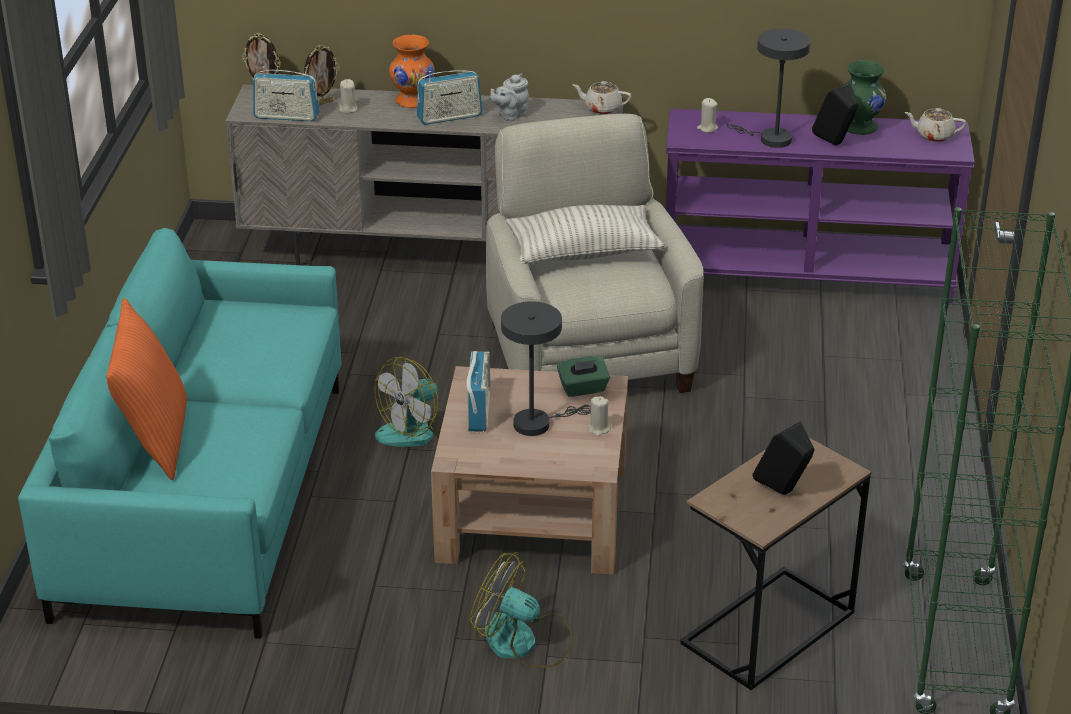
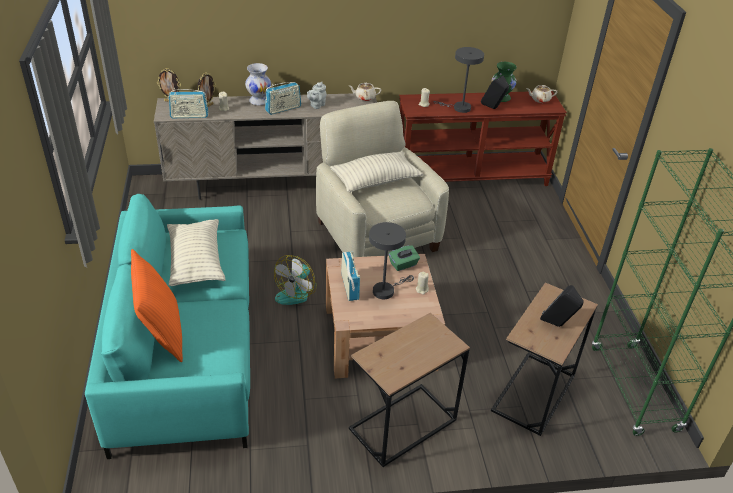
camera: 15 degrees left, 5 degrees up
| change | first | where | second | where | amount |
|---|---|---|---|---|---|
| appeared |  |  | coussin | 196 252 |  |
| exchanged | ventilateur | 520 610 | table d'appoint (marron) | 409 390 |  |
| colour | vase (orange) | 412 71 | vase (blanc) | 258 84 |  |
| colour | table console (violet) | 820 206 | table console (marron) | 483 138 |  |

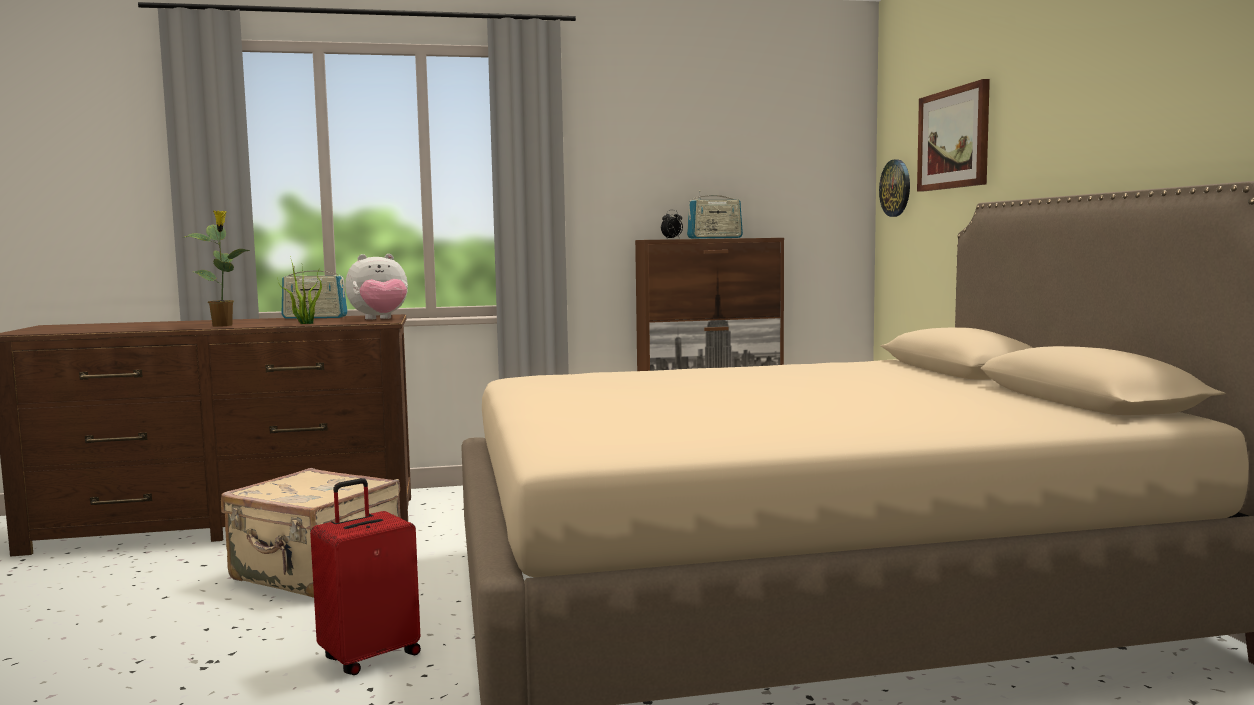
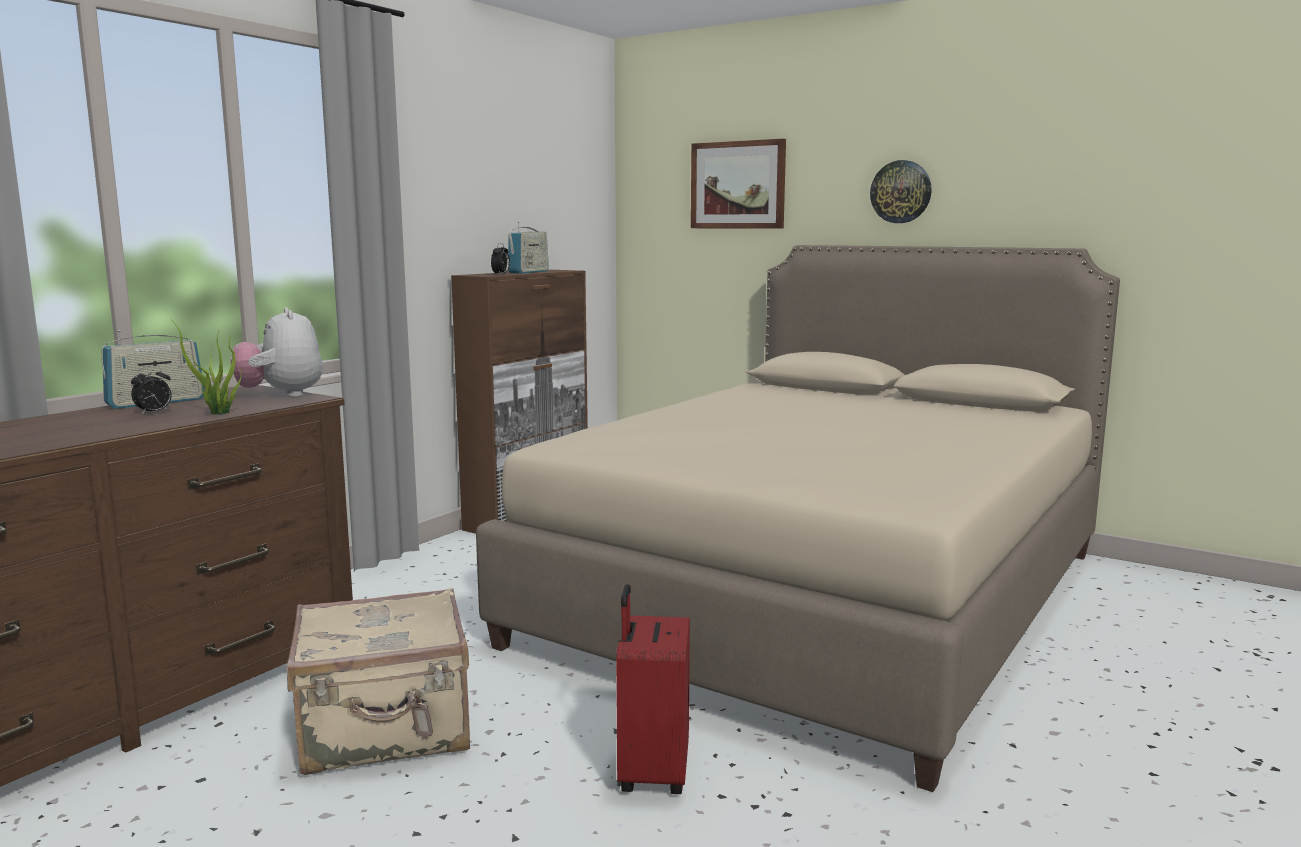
camera: 45 degrees left, 5 degrees up
| change | first | where | second | where | amount |
|---|---|---|---|---|---|
| missing | plante en pot | 217 268 |  |  |  |
| appeared |  |  | réveil | 151 390 |  |
| relocated | horloge murale | 894 188 |  | 901 191 |  |
| spun | peluche | 376 287 |  | 277 352 | 135 degrees clockwise |

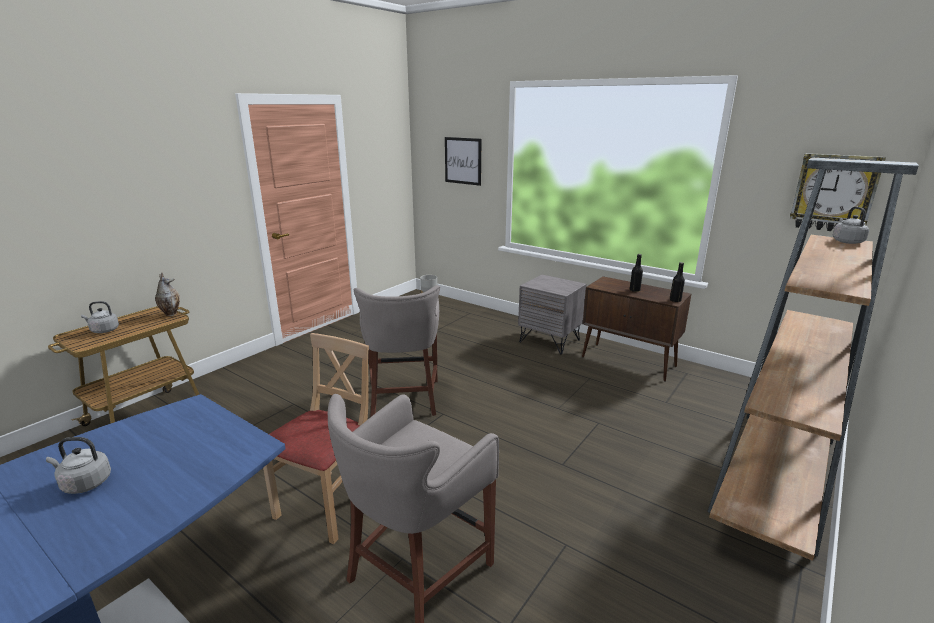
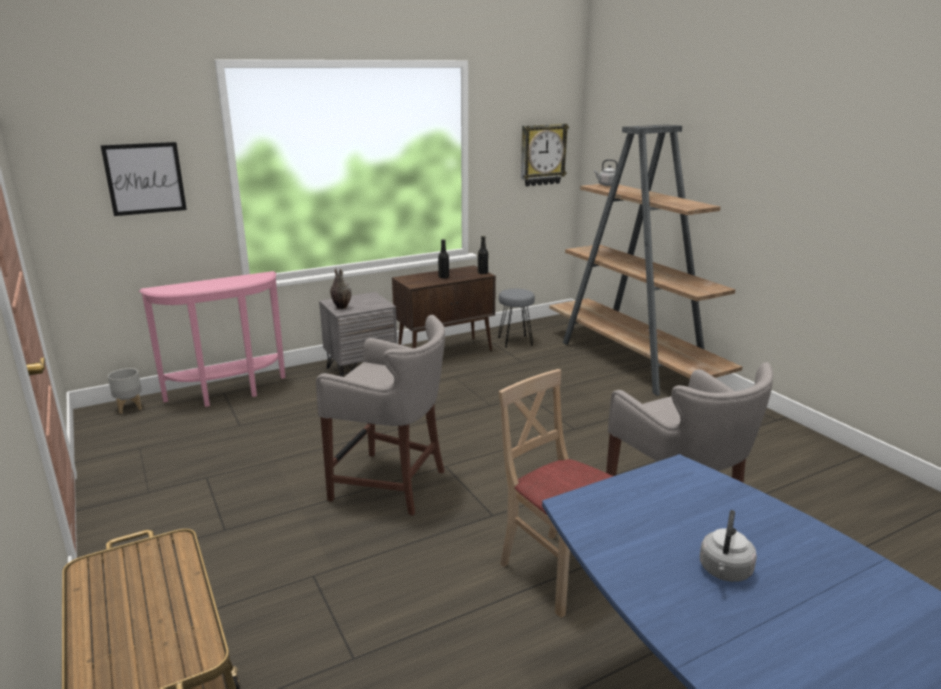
camera: 65 degrees left, 0 degrees up
| change | first | where | second | where | amount |
|---|---|---|---|---|---|
| missing | bouilloire (gris) | 100 317 |  |  |  |
| appeared |  |  | table console (rose) | 212 339 |  |
| appeared |  |  | tabouret (gris) | 516 318 |  |
| relocated | vase | 167 294 |  | 341 288 |  |

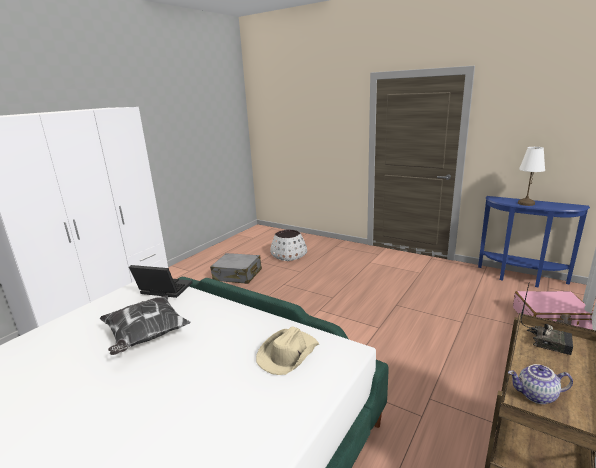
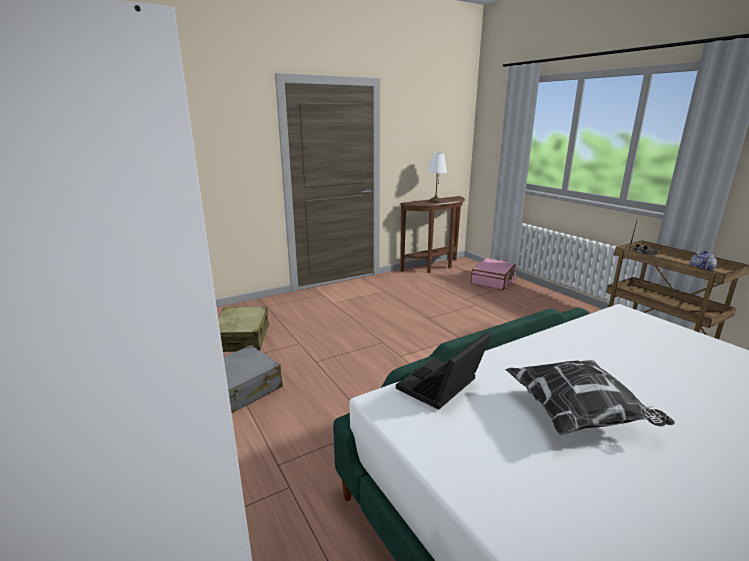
camera: 65 degrees left, 0 degrees up
| change | first | where | second | where | amount |
|---|---|---|---|---|---|
| missing | chapeau (beige) | 287 350 |  |  |  |
| exchanged | cache-pot (blanc) | 288 245 | valise (beige) | 243 329 |  |
| colour | table console (bleu) | 534 242 | table console (marron) | 432 234 |  |

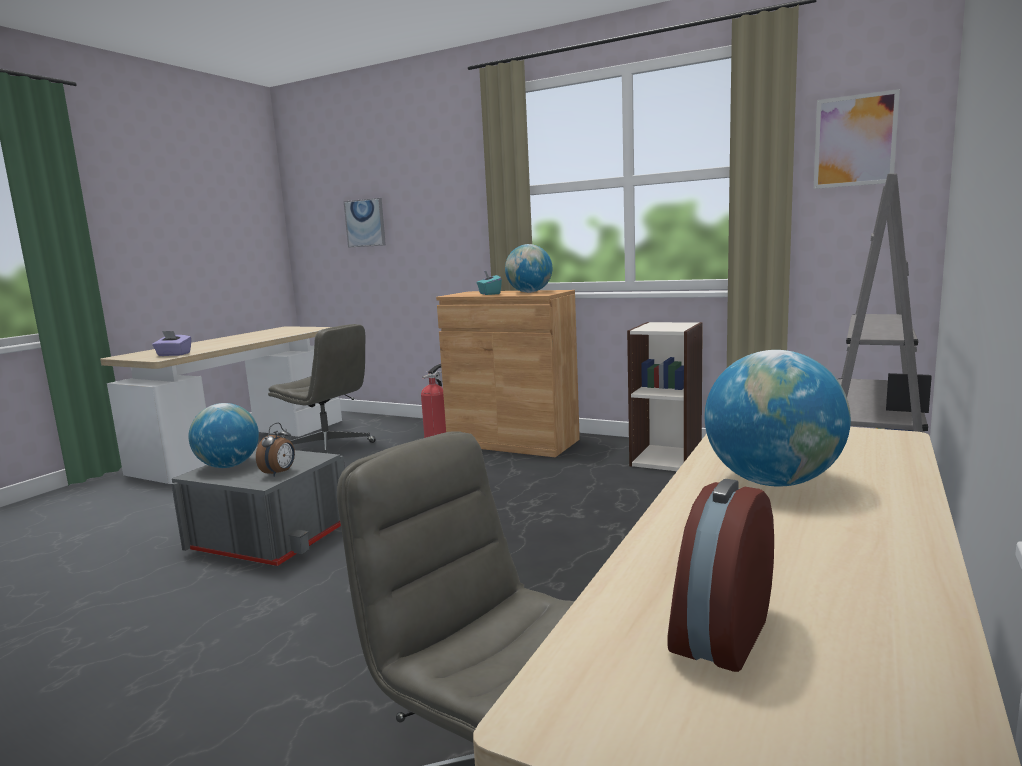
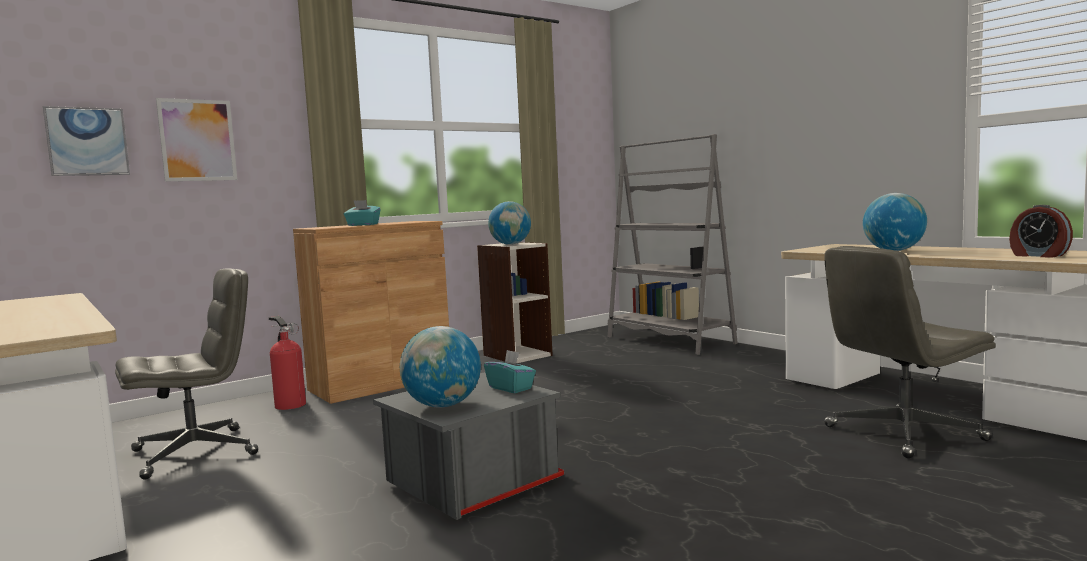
camera: 65 degrees left, 5 degrees down
| change | first | where | second | where | amount |
|---|---|---|---|---|---|
| missing | boîte à mouchoirs (violet) | 172 343 |  |  |  |
| relocated | globe | 528 268 |  | 509 223 |  |
| relocated | tableau | 857 139 |  | 196 140 |  |
| exchanged | réveil | 275 450 | boîte à mouchoirs (turquoise) | 510 371 |  |

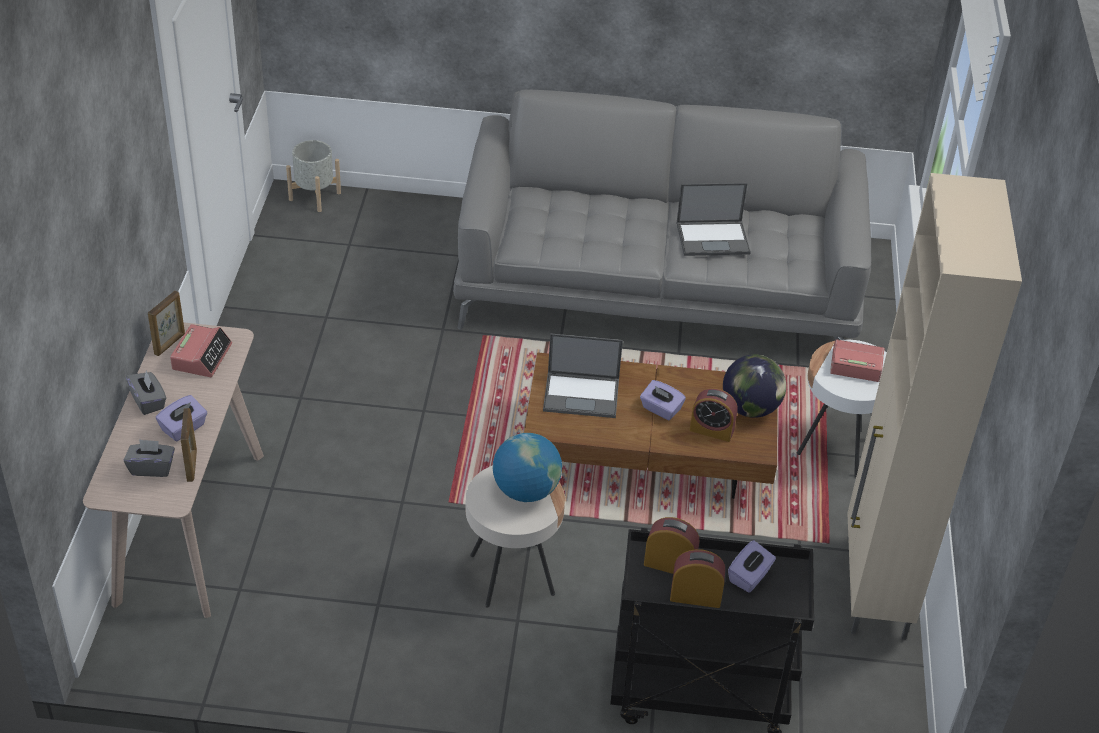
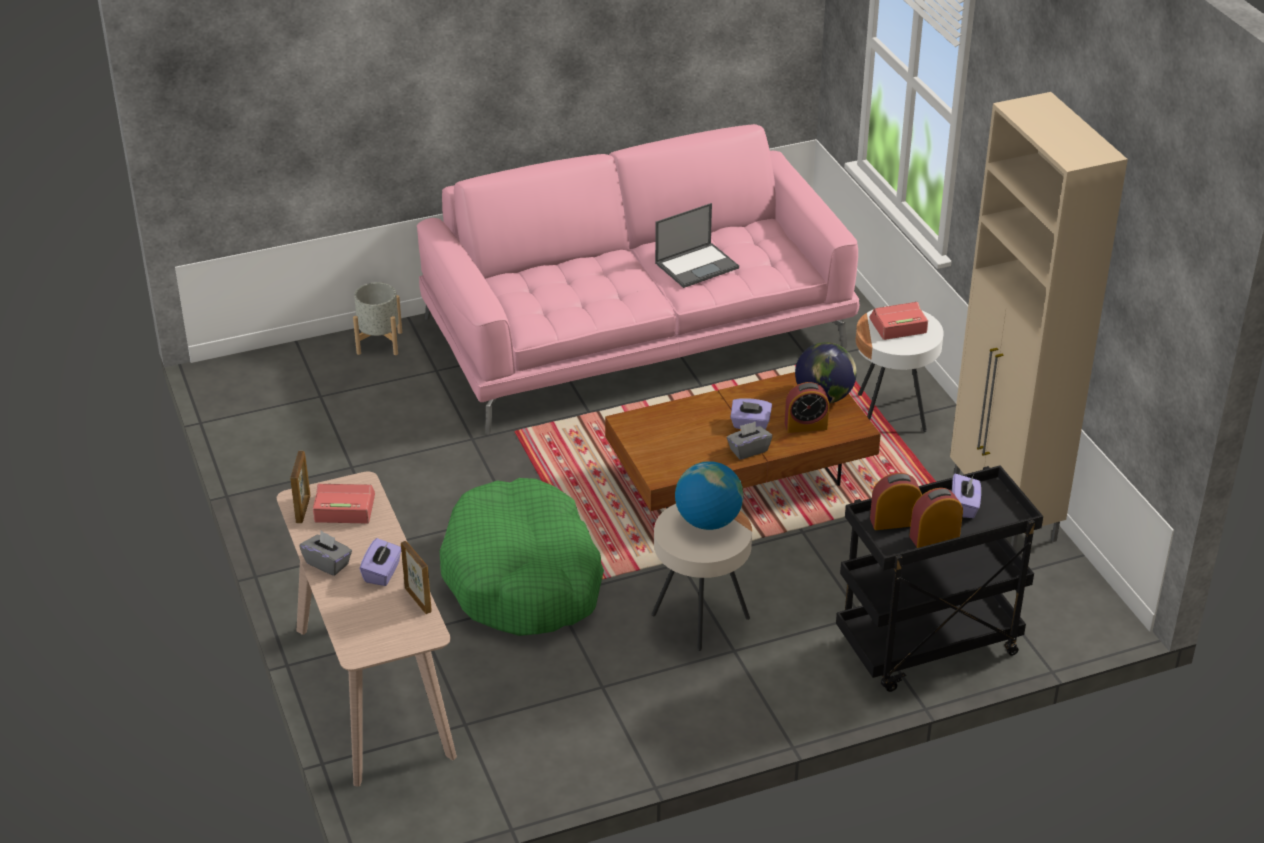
camera: 25 degrees left, 5 degrees down
| change | first | where | second | where | amount |
|---|---|---|---|---|---|
| missing | ordinateur portable | 583 375 |  |  |  |
| appeared |  |  | panier pour chien (vert) | 522 557 |  |
| relocated | boîte à mouchoirs (gris) | 149 458 |  | 749 441 |  |
| relocated | cache-pot (gris) | 313 176 |  | 377 318 |  |
| colour | canapé (gris) | 662 214 | canapé (rose) | 638 279 |  |
| spun | réveil | 201 350 |  | 344 503 | 75 degrees counterclockwise |

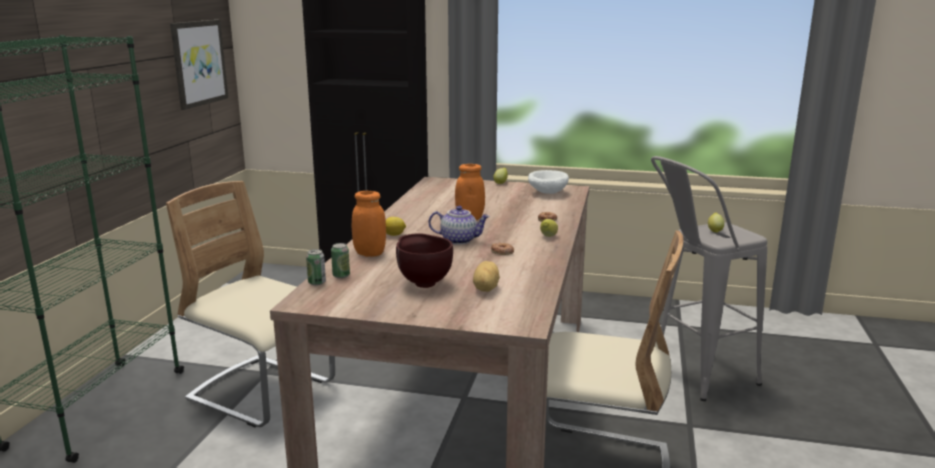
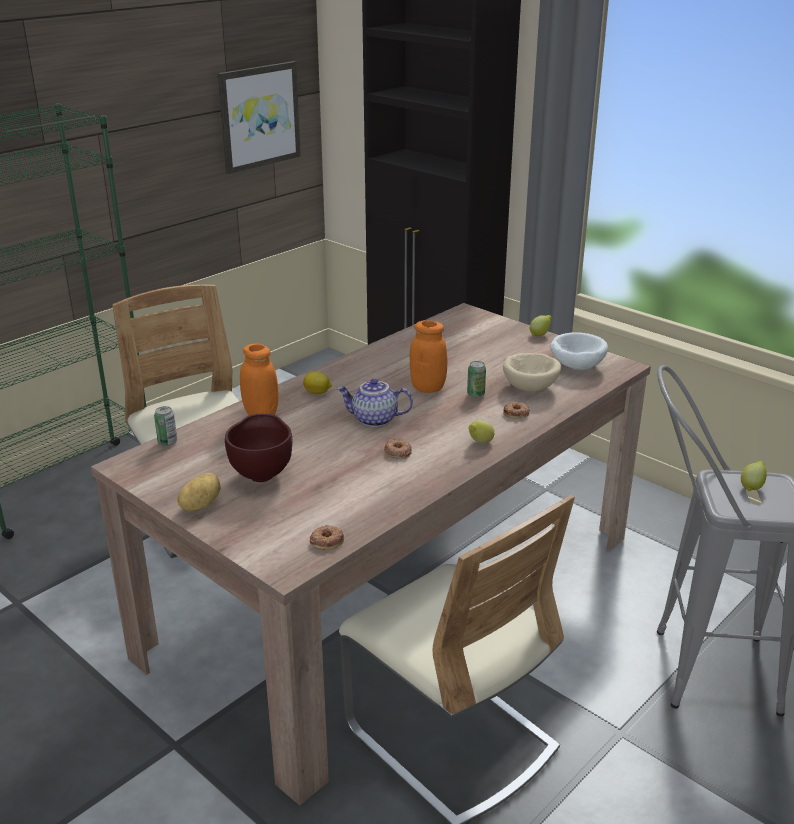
camera: 30 degrees right, 10 degrees up
| change | first | where | second | where | amount |
|---|---|---|---|---|---|
| appeared |  |  | beignet | 327 537 |  |
| appeared |  |  | bol (beige) | 532 372 |  |
| relocated | boîte métallique | 340 260 |  | 476 379 |  |
| relocated | pomme de terre | 486 276 |  | 199 492 |  |
| spun | théière | 459 225 |  | 375 403 | 150 degrees clockwise |

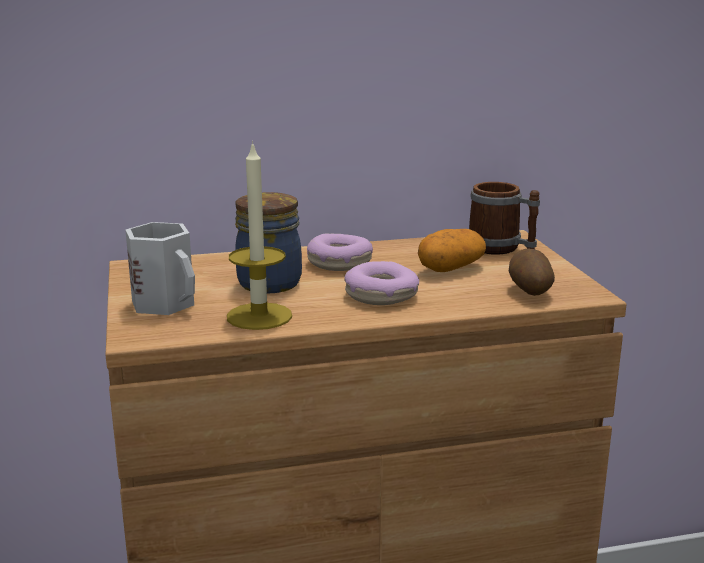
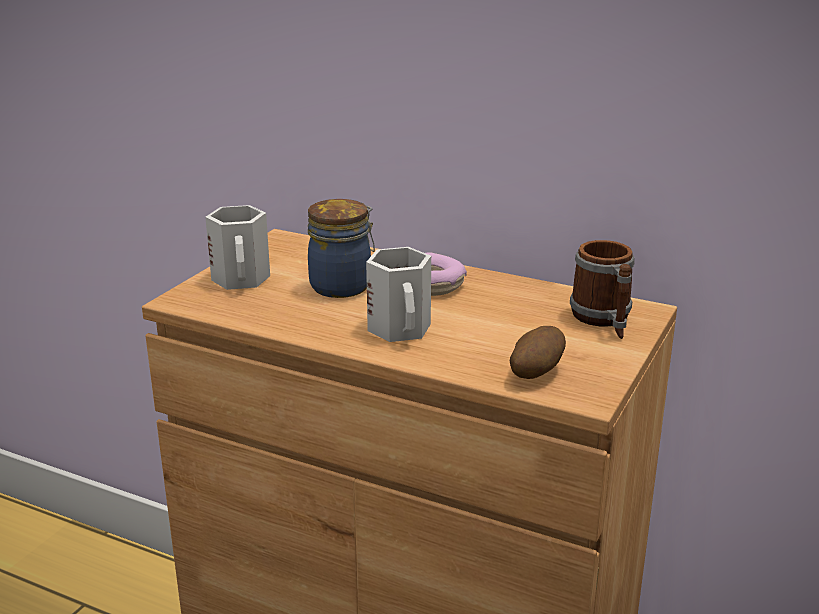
camera: 40 degrees right, 5 degrees up
| change | first | where | second | where | amount |
|---|---|---|---|---|---|
| missing | bougie | 259 235 |  |  |  |
| missing | pomme de terre | 452 250 |  |  |  |
| exchanged | beignet | 381 283 | mug (blanc) | 398 294 |  |

